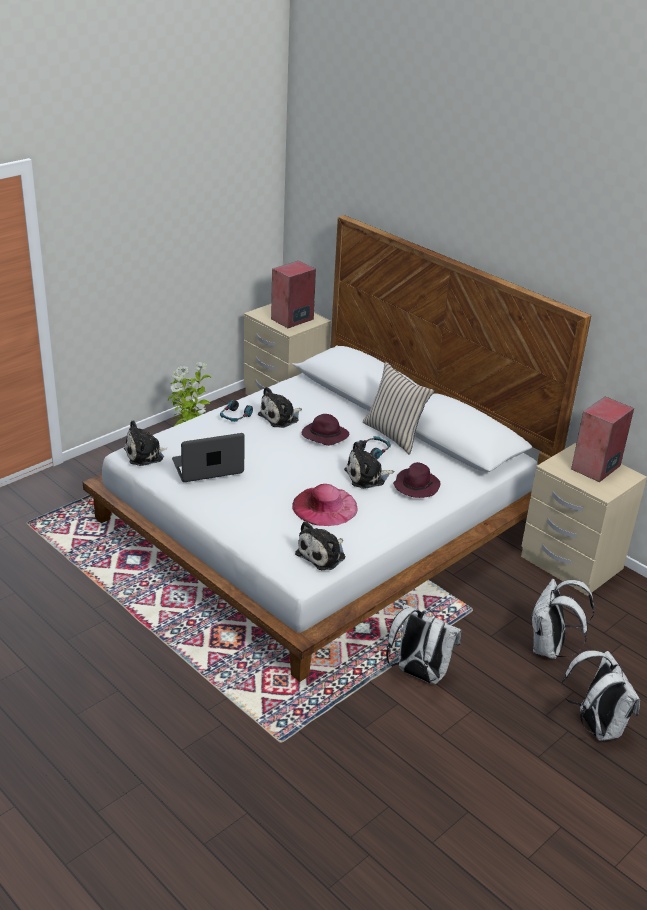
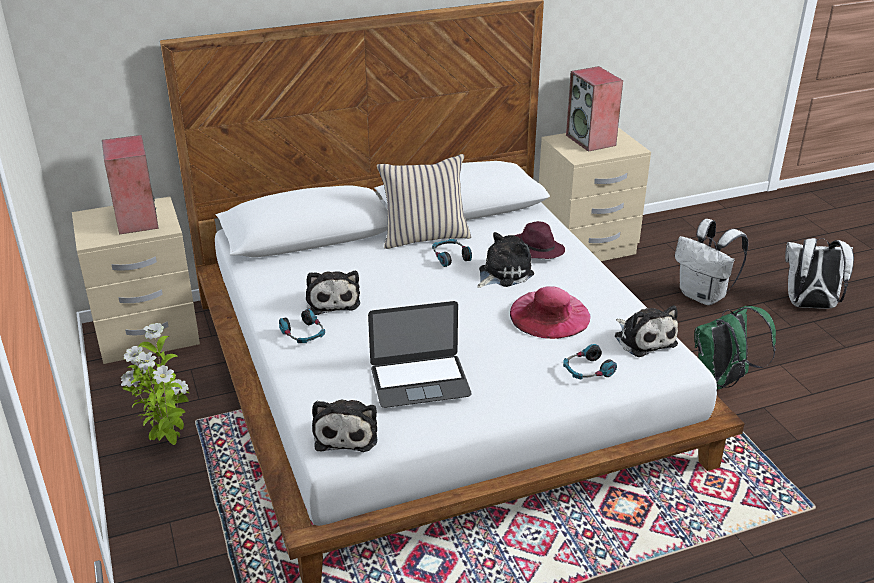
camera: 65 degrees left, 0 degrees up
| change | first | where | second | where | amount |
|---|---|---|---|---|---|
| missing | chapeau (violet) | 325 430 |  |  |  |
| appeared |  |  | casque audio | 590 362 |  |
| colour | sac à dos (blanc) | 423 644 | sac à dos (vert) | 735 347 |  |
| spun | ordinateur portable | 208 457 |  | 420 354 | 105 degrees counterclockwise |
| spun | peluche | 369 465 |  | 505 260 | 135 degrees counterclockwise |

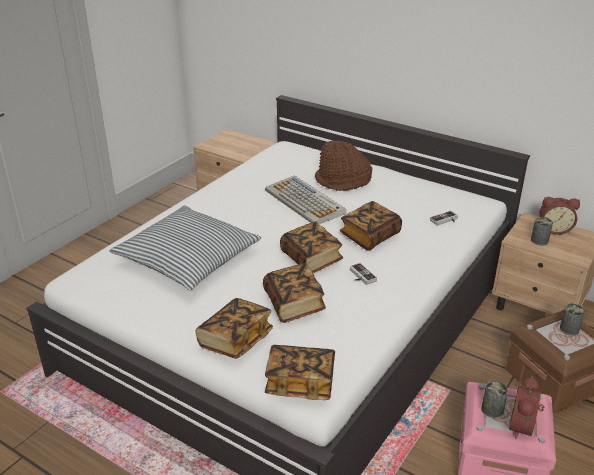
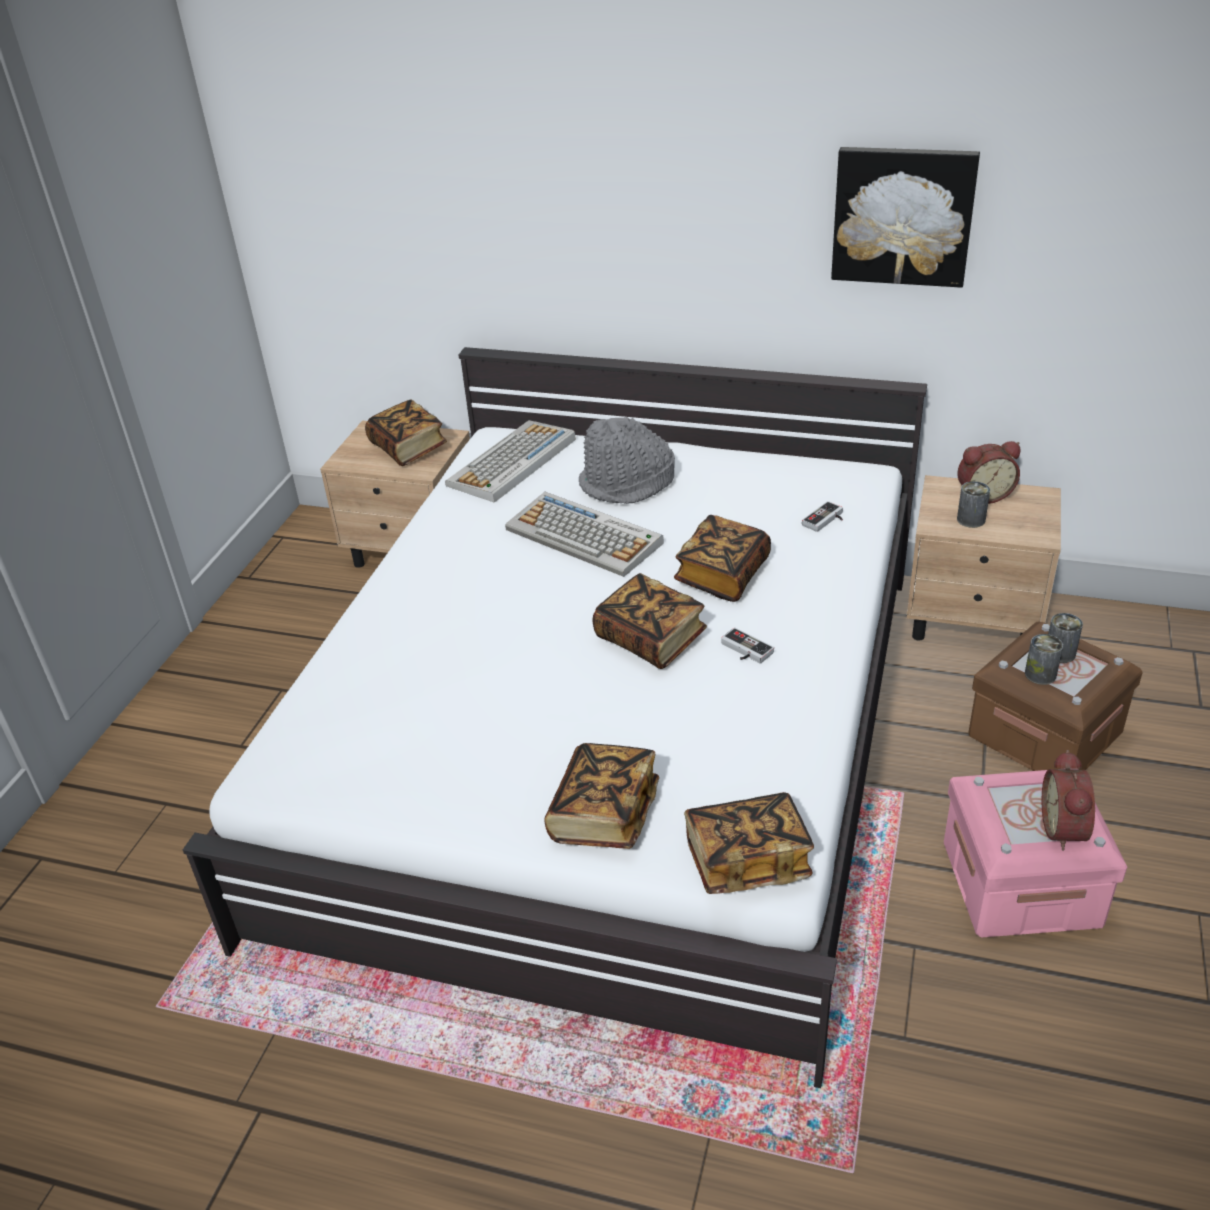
camera: 15 degrees left, 5 degrees up
| change | first | where | second | where | amount |
|---|---|---|---|---|---|
| missing | coussin | 185 248 |  |  |  |
| appeared |  |  | clavier | 510 461 |  |
| appeared |  |  | tableau | 905 217 |  |
| relocated | livre | 294 293 |  | 406 432 |  |
| relocated | boîte métallique | 494 399 |  | 1044 659 |  |
| colour | chapeau (marron) | 343 166 | chapeau (gris) | 627 460 |  |

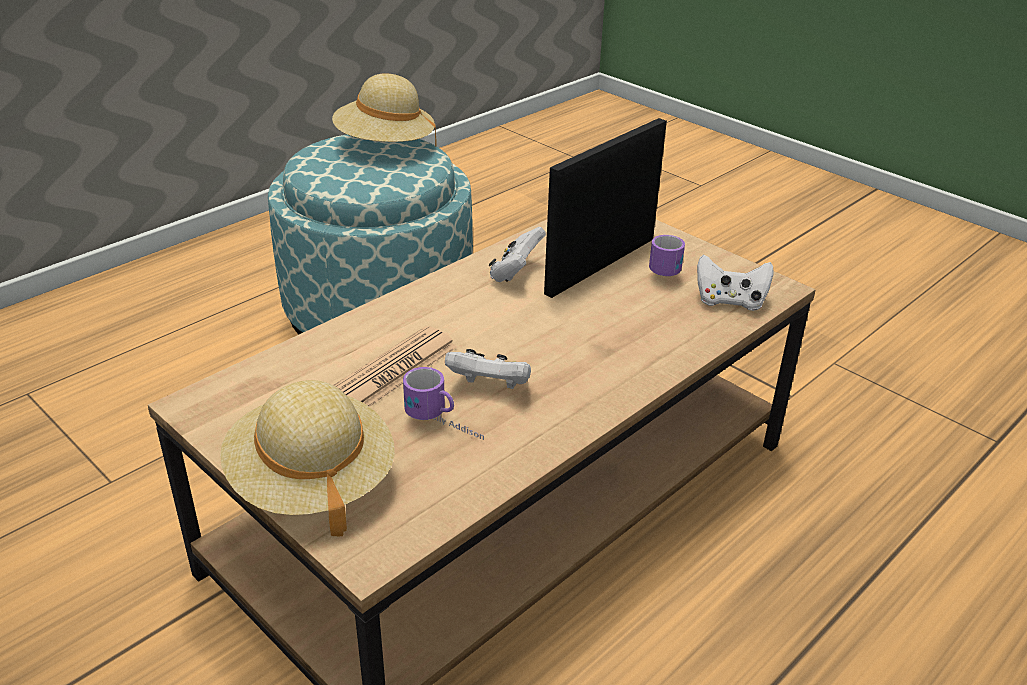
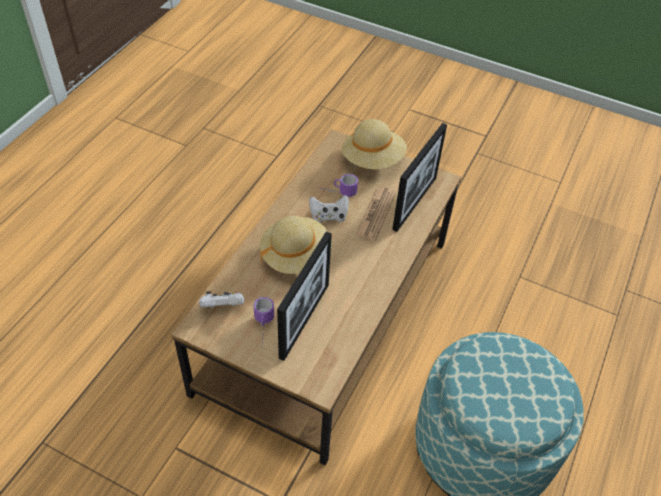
camera: 160 degrees right, 15 degrees up
| change | first | where | second | where | amount |
|---|---|---|---|---|---|
| missing | manette (blanc) | 517 254 |  |  |  |
| appeared |  |  | cadre photo | 419 177 |  |
| relocated | chapeau (beige) | 384 110 |  | 296 245 |  |

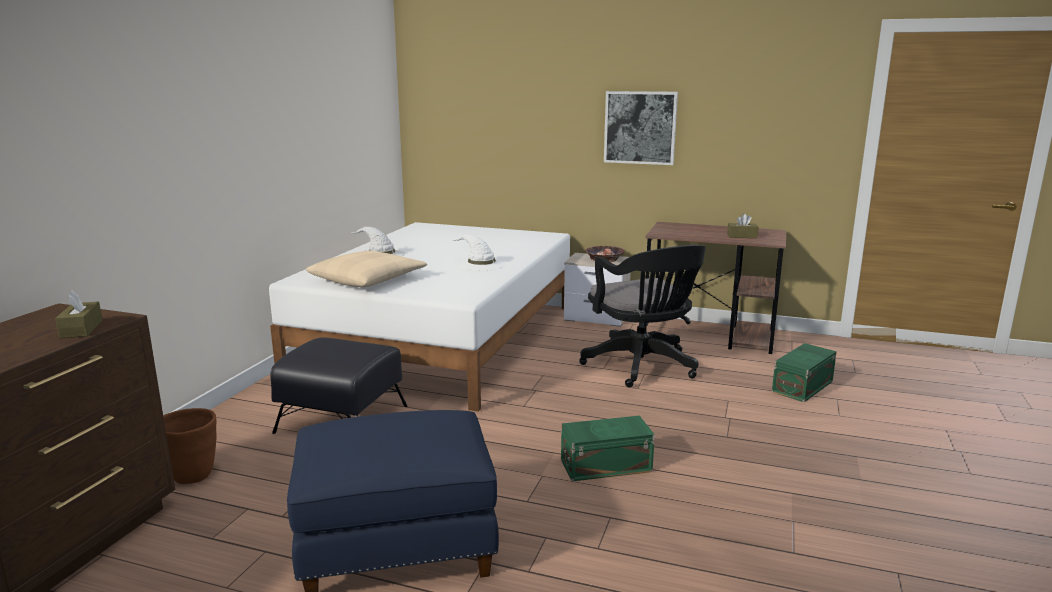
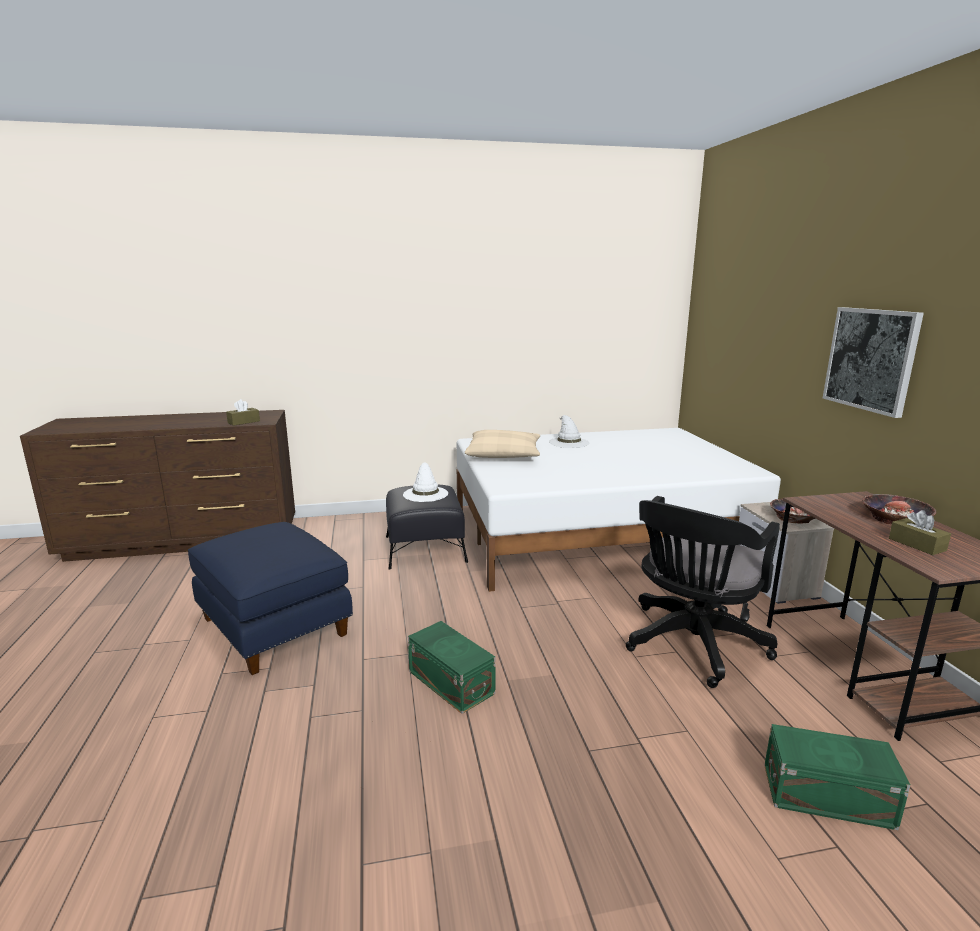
camera: 60 degrees right, 0 degrees up
| change | first | where | second | where | amount |
|---|---|---|---|---|---|
| missing | cache-pot (marron) | 190 446 |  |  |  |
| appeared |  |  | bol | 899 509 |  |
| relocated | chapeau (blanc) | 478 252 |  | 425 482 |  |

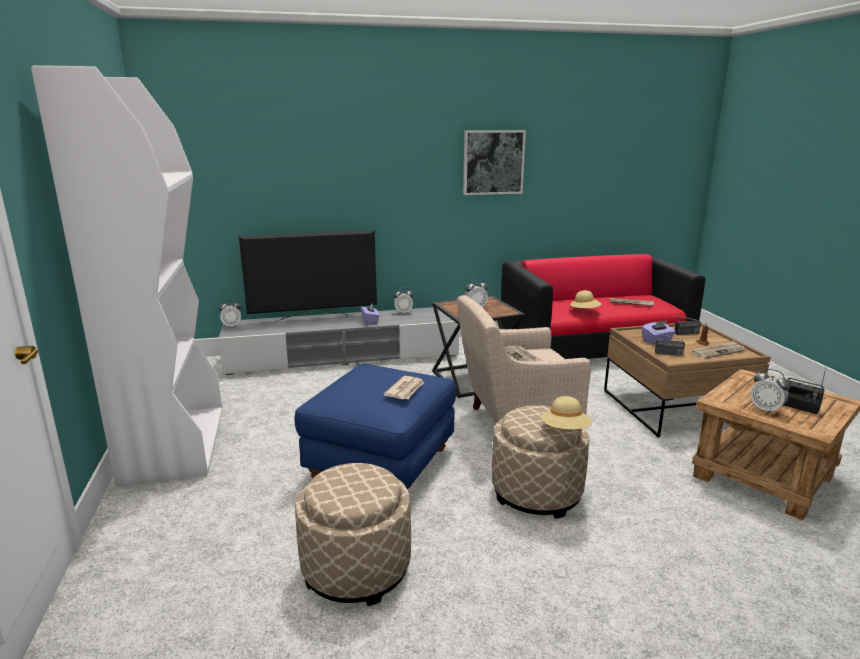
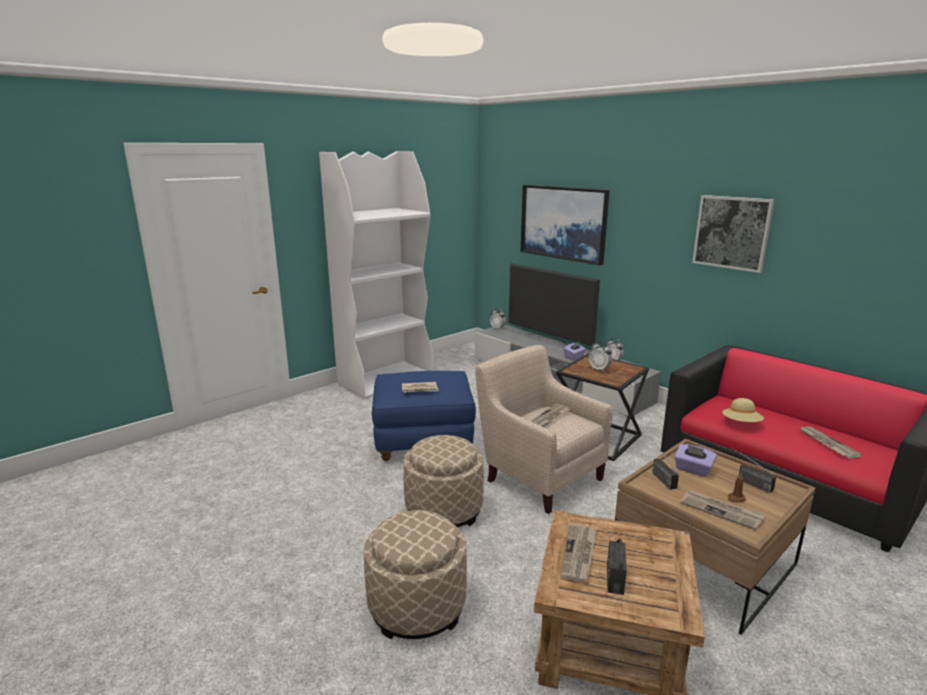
camera: 60 degrees right, 0 degrees up
| change | first | where | second | where | amount |
|---|---|---|---|---|---|
| missing | chapeau (beige) | 566 412 |  |  |  |
| appeared |  |  | tableau | 564 225 |  |
| relocated | pouf (beige) | 353 534 |  | 415 574 |  |
| exchanged | réveil | 770 392 | journal | 578 553 |  |

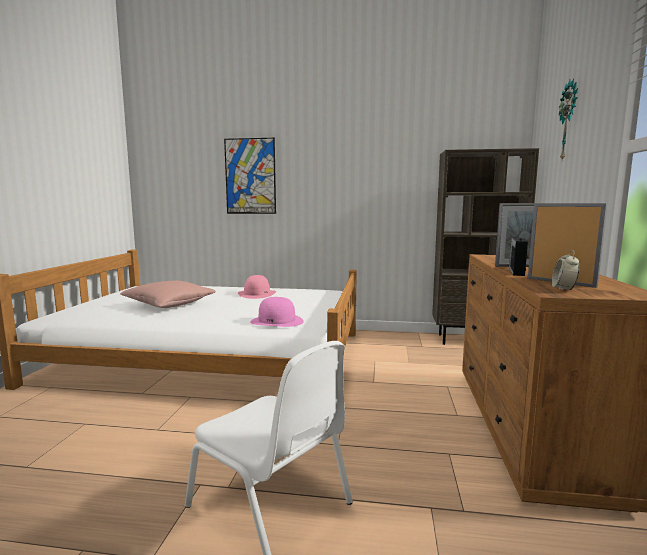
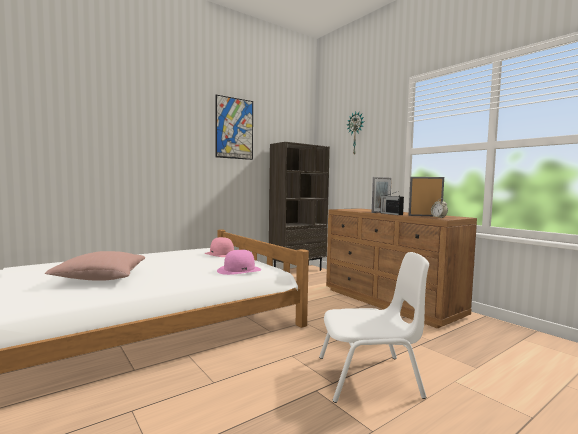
camera: 45 degrees left, 5 degrees down
| change | first | where | second | where | amount |
|---|---|---|---|---|---|
| relocated | tableau | 250 176 |  | 234 127 |  |
| relocated | chapeau (rose) | 257 287 |  | 219 247 |  |

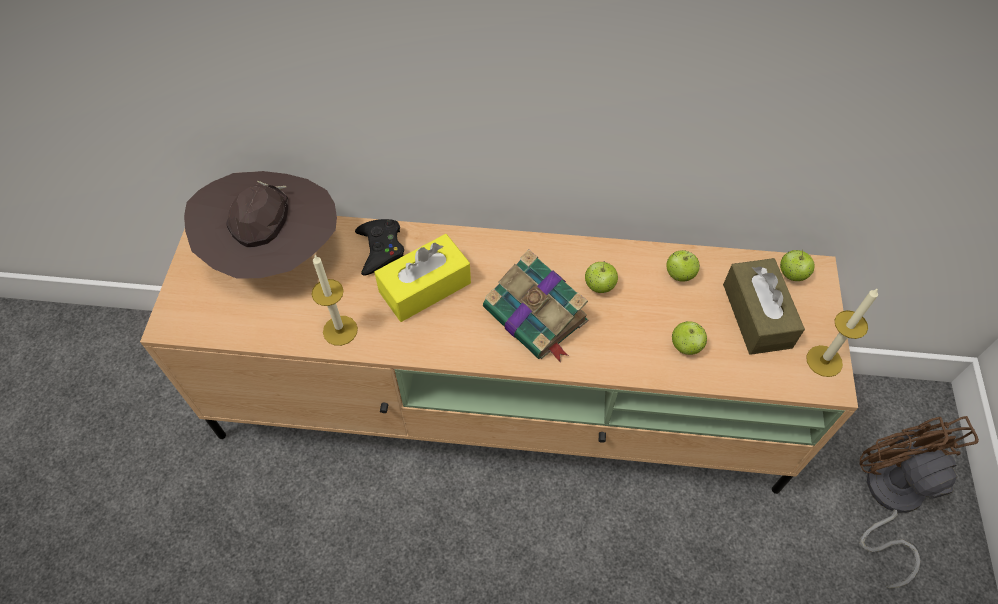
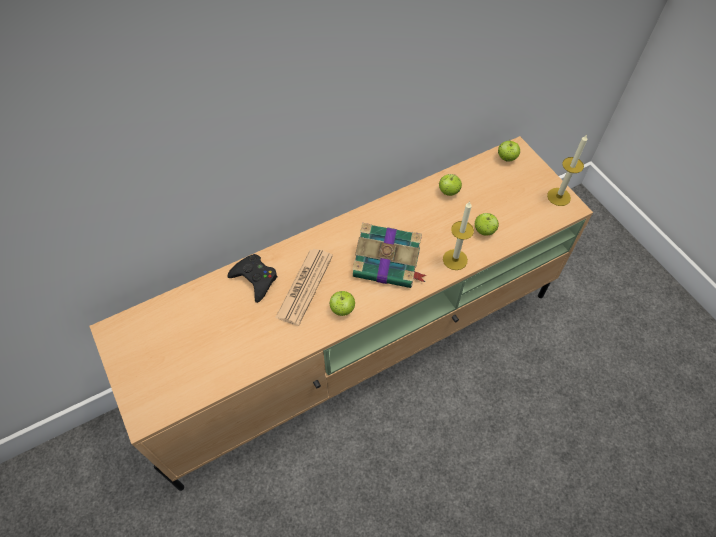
camera: 35 degrees left, 0 degrees up
| change | first | where | second | where | amount |
|---|---|---|---|---|---|
| missing | chapeau (marron) | 260 225 |  |  |  |
| missing | boîte à mouchoirs (marron) | 764 306 |  |  |  |
| missing | ventilateur (marron) | 919 502 |  |  |  |
| relocated | bougie | 335 300 |  | 458 235 |  |
| relocated | pomme | 601 277 |  | 342 303 |  |
| exchanged | boîte à mouchoirs (jaune) | 422 278 | journal | 304 287 |  |

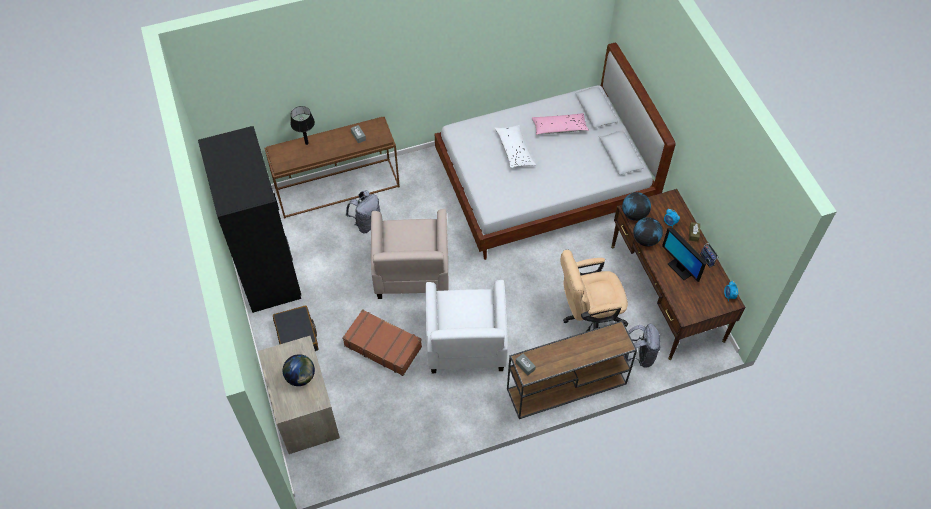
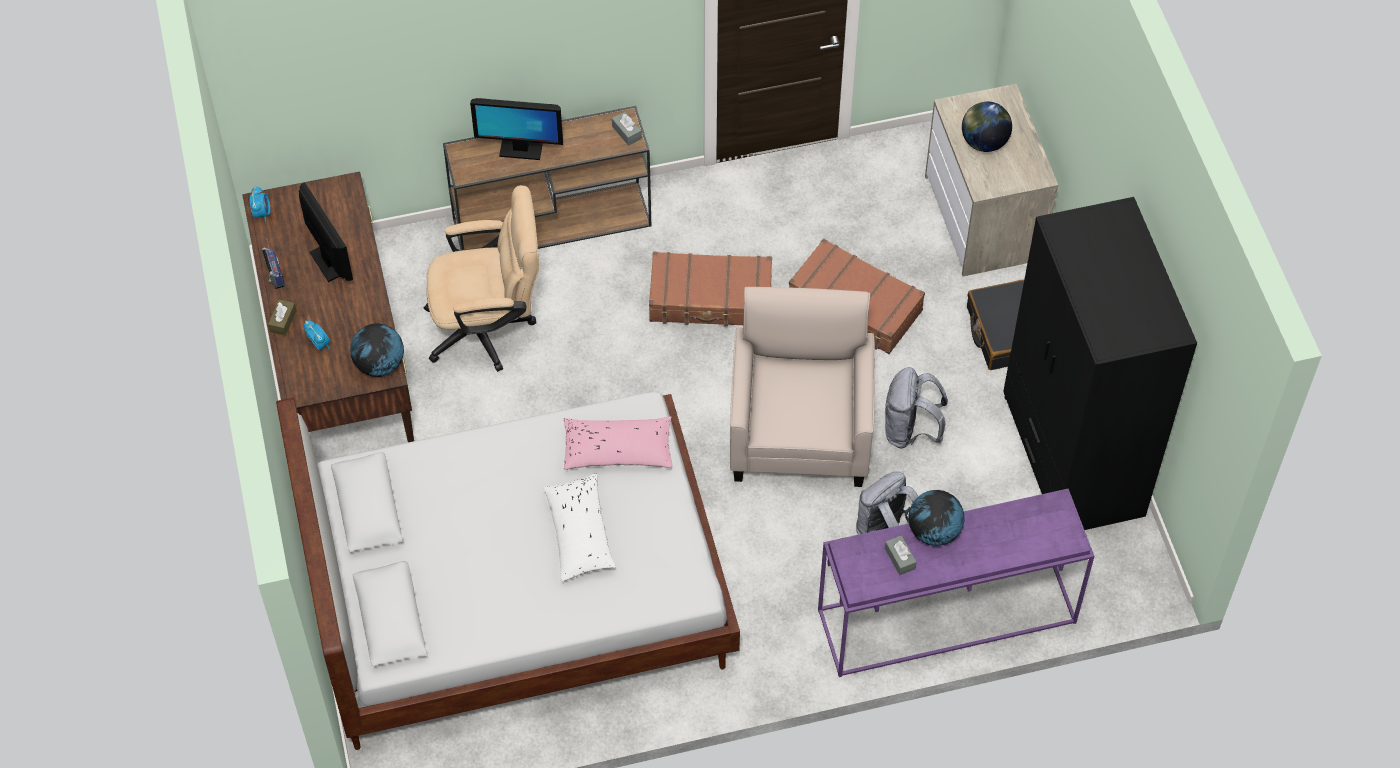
camera: 175 degrees left, 0 degrees up
| change | first | where | second | where | amount |
|---|---|---|---|---|---|
| missing | lampe de table (noir) | 302 125 |  |  |  |
| appeared |  |  | écran d'ordinateur | 516 129 |  |
| relocated | coussin (rose) | 560 124 |  | 618 443 |  |
| relocated | sac à dos (gris) | 642 346 |  | 916 407 |  |
| relocated | globe | 648 231 |  | 936 518 |  |
| exchanged | fauteuil (blanc) | 467 326 | valise (marron) | 710 289 |  |
| colour | table console (marron) | 332 168 | table console (violet) | 956 582 |  |

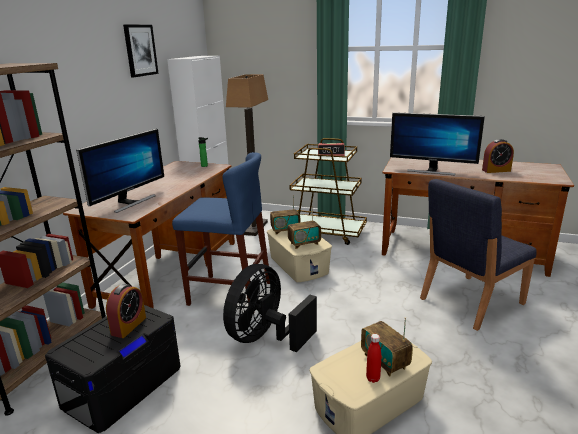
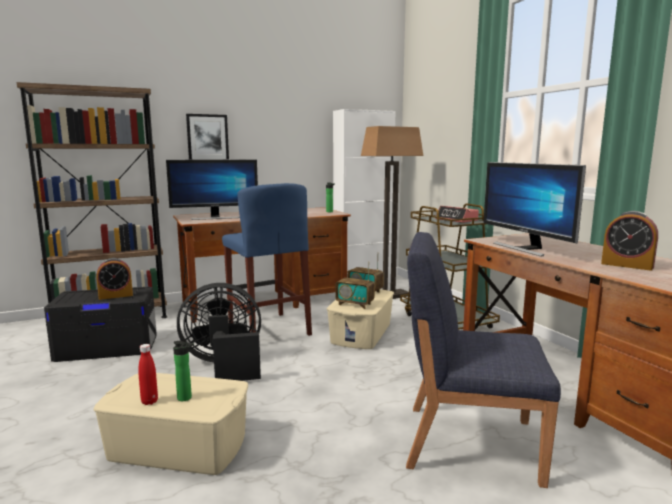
camera: 45 degrees right, 10 degrees down
| change | first | where | second | where | amount |
|---|---|---|---|---|---|
| relocated | tableau | 141 51 |  | 207 137 |  |
| exchanged | radio | 387 347 | bouteille | 183 371 |  |

